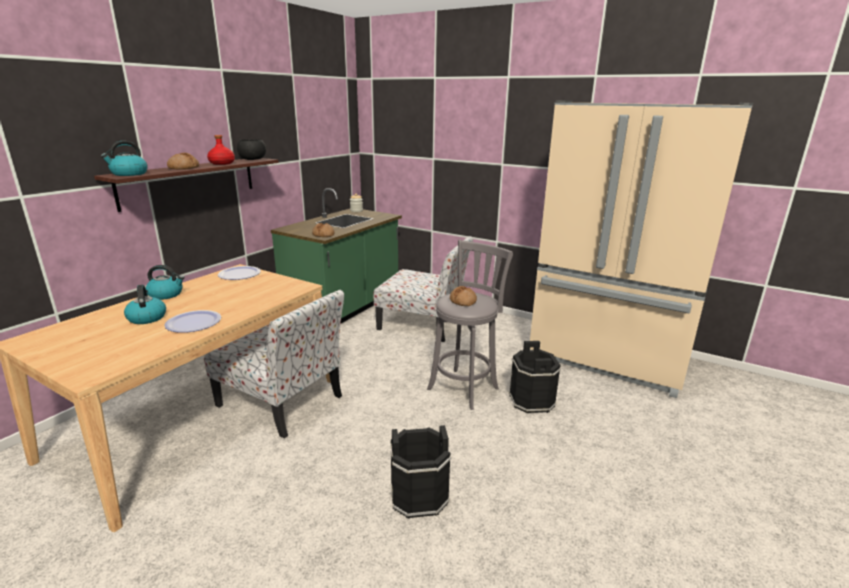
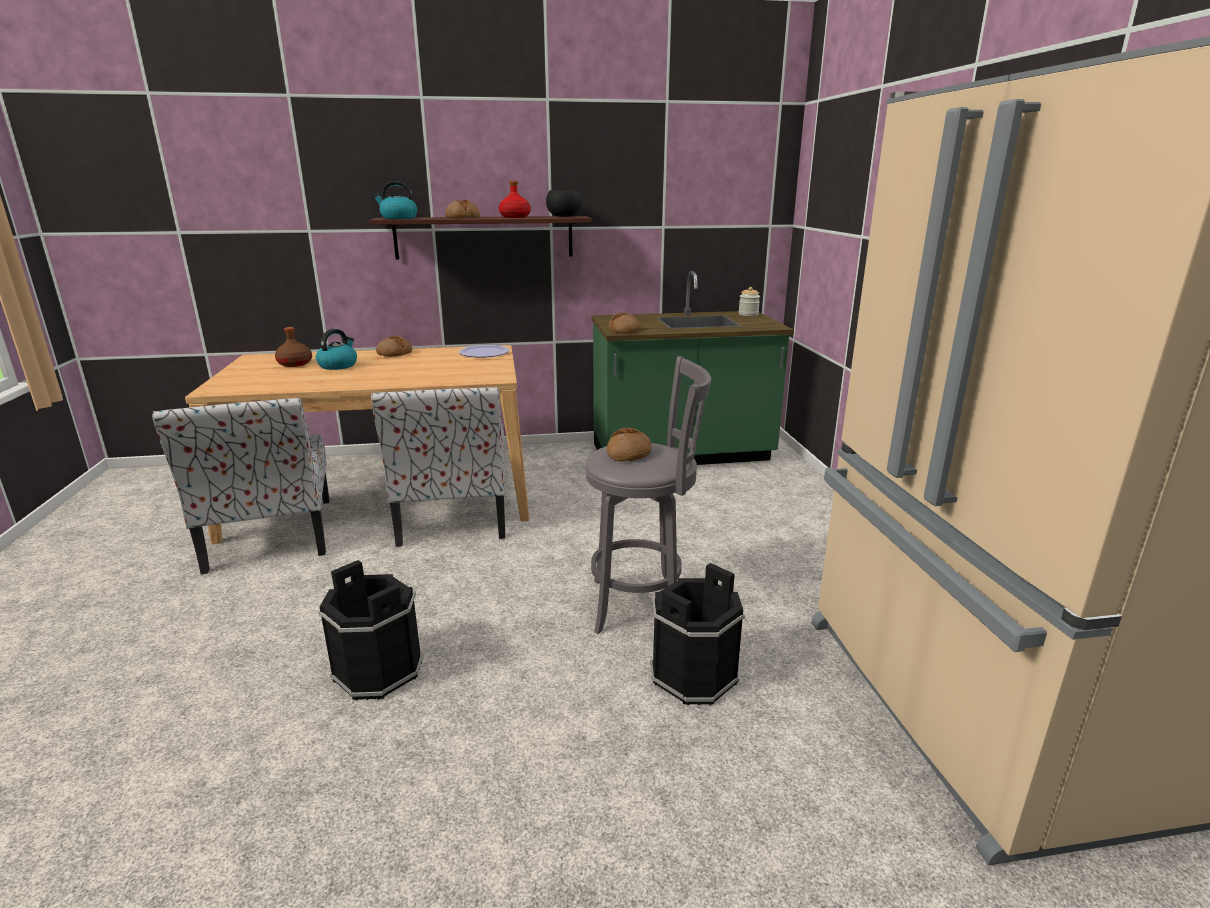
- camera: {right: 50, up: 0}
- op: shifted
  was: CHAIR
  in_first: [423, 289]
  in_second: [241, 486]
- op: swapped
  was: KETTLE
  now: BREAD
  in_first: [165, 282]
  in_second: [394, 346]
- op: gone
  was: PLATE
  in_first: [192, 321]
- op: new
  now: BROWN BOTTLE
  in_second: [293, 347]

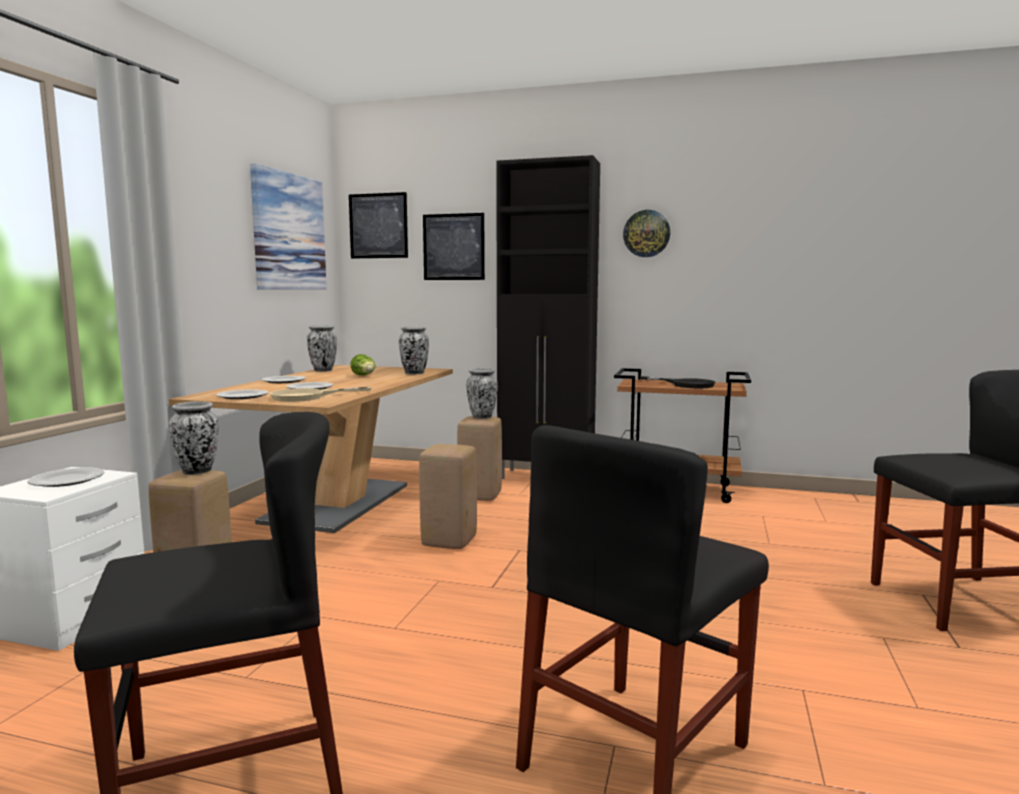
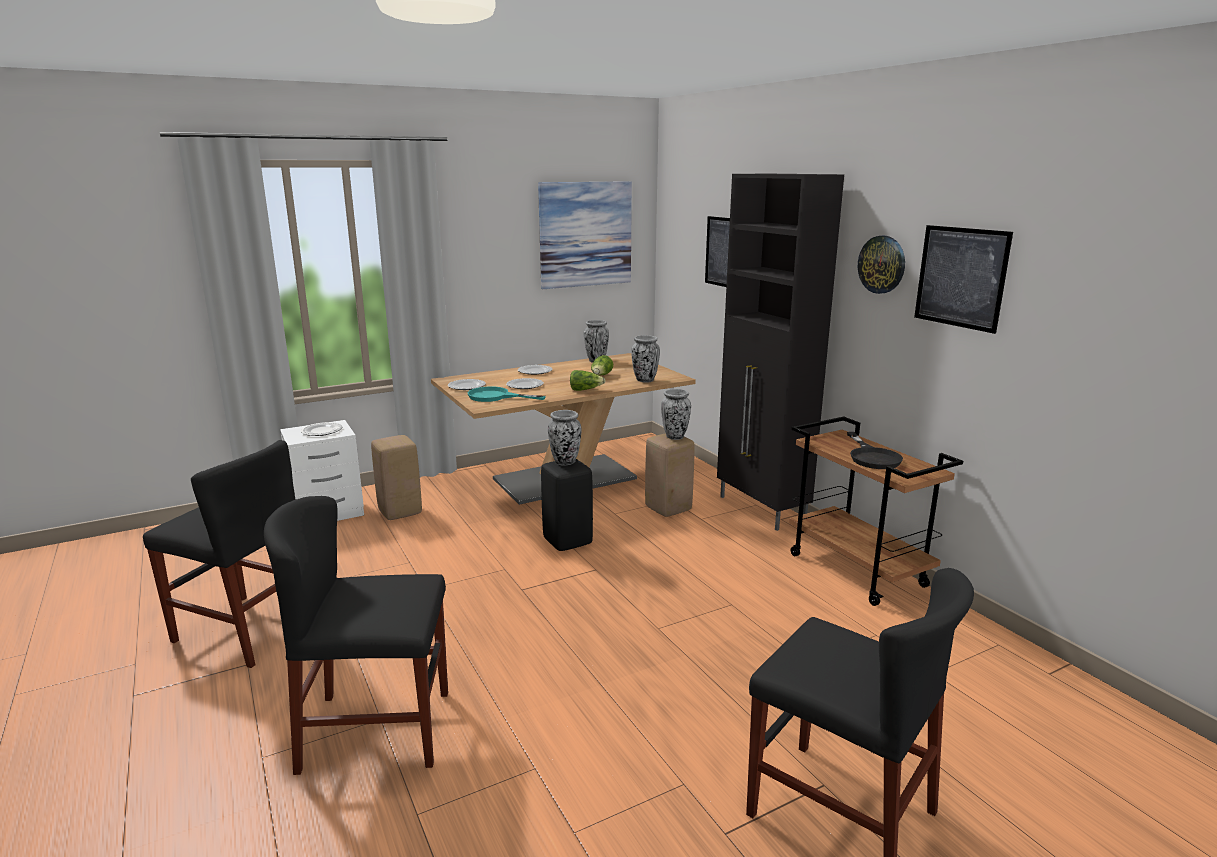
- camera: {right: 45, up: 10}
- op: shifted
  was: PICTURE
  in_first: [378, 225]
  in_second: [963, 279]
- op: repainted
  was: BEIGE FRYING PAN
  now: TURQUOISE FRYING PAN
  in_first: [320, 394]
  in_second: [506, 394]
- op: shifted
  was: VASE
  in_first: [193, 438]
  in_second: [564, 437]
- op: repainted
  was: BEIGE STOOL
  now: BLACK STOOL
  in_first: [448, 496]
  in_second: [567, 505]
- op: new
  now: LETTUCE
  in_second: [588, 380]

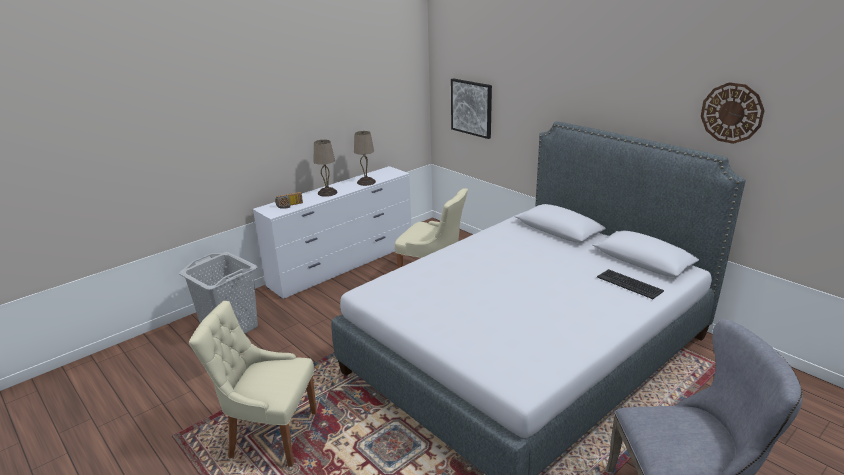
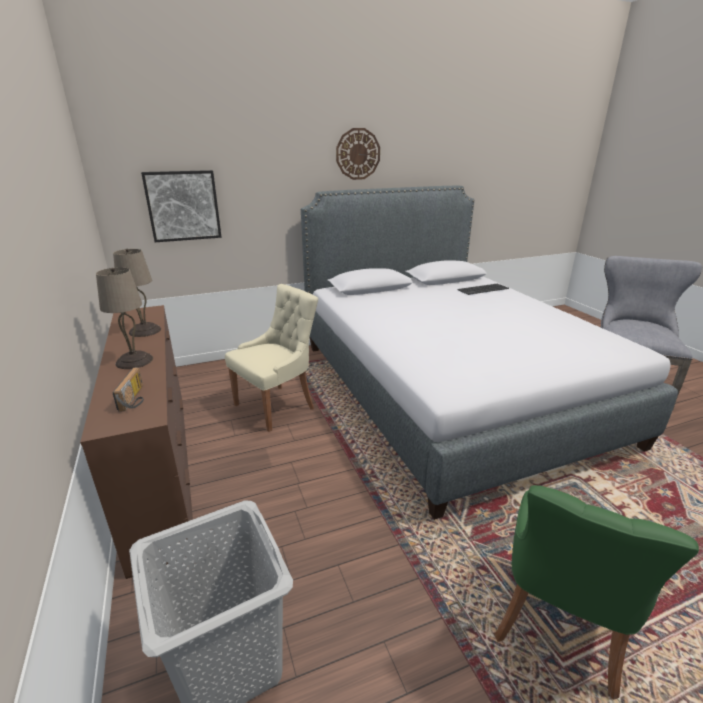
- camera: {right: -70, up: 0}
- op: shifted
  was: WALL CLOCK
  in_first: [733, 113]
  in_second: [358, 154]
- op: repainted
  was: WHITE DRESSER
  now: BROWN DRESSER
  in_first: [332, 232]
  in_second: [136, 442]
- op: repainted
  was: BEIGE CHAIR
  now: GREEN CHAIR
  in_first: [253, 384]
  in_second: [596, 592]

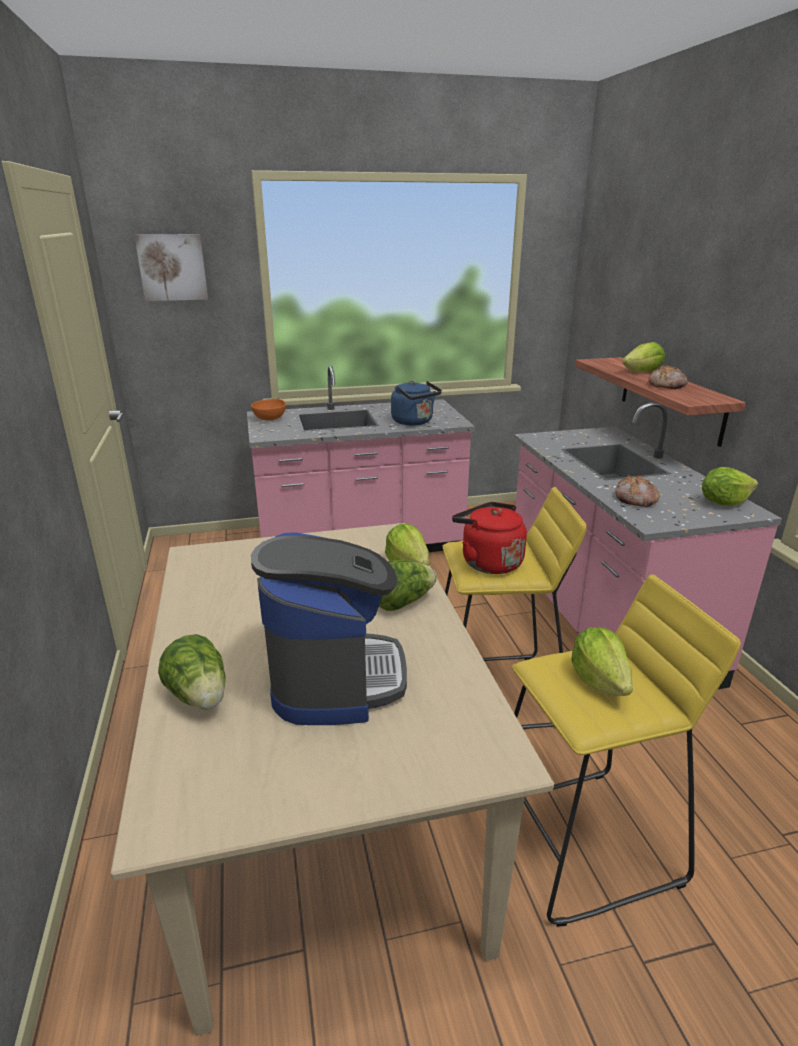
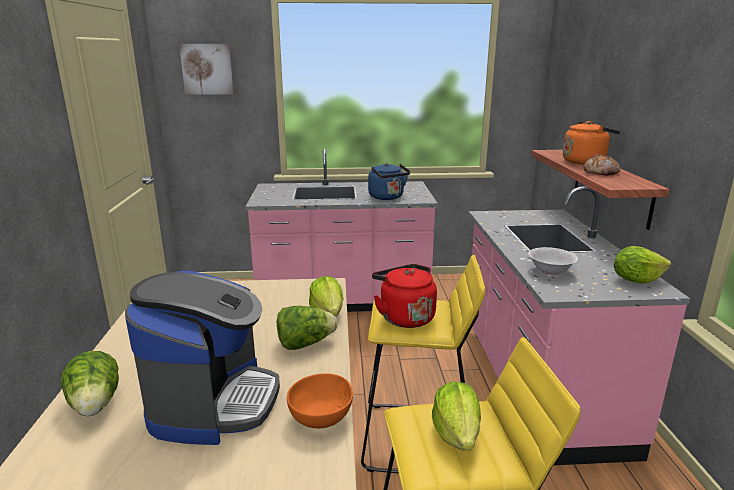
- camera: {right: 10, up: -5}
- op: swapped
  was: LETTUCE
  now: ORANGE KETTLE
  in_first: [643, 357]
  in_second: [591, 143]
- op: shifted
  was: ORANGE BOWL
  in_first: [268, 410]
  in_second: [320, 400]
- op: swapped
  was: BREAD
  now: WHITE BOWL
  in_first: [637, 491]
  in_second: [553, 261]

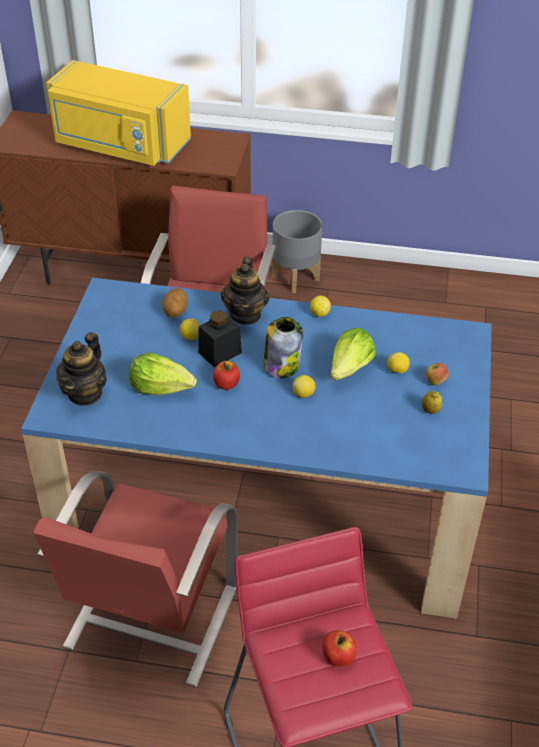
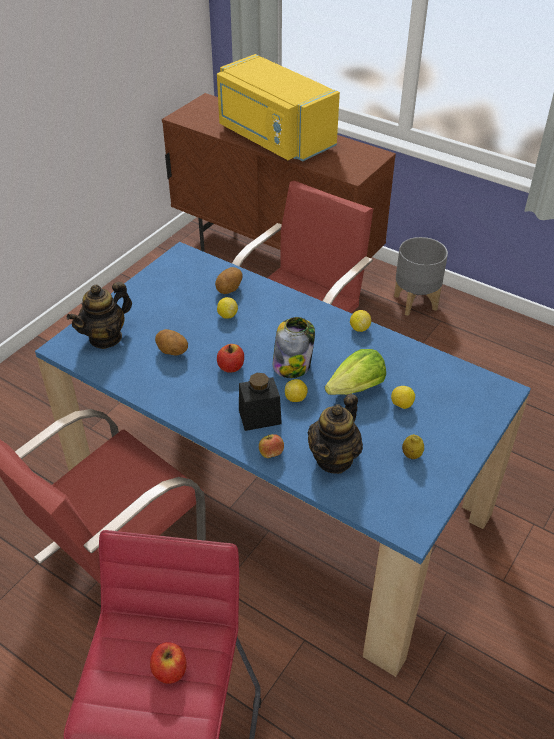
- camera: {right: 25, up: 0}
- op: shifted
  was: TEAPOT
  in_first: [245, 290]
  in_second: [335, 434]
- op: shifted
  was: BLACK JAR
  in_first: [220, 339]
  in_second: [260, 402]
- op: swapped
  was: LETTUCE
  now: POTATO
  in_first: [163, 373]
  in_second: [171, 342]
- op: shifted
  was: APPLE
  in_first: [437, 374]
  in_second: [271, 446]

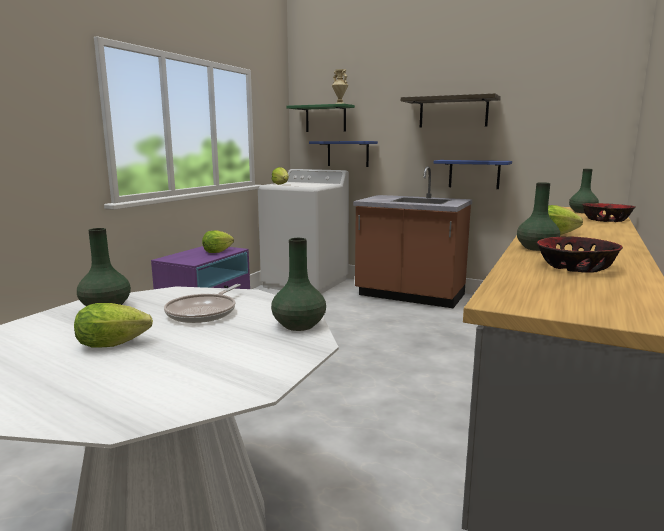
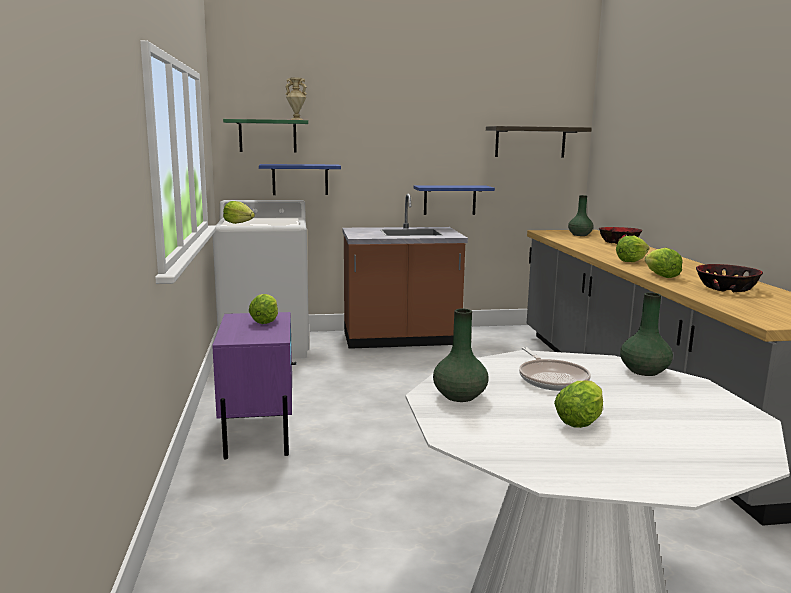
- camera: {right: -35, up: 0}
- op: shifted
  was: SHELF
  in_first: [451, 110]
  in_second: [539, 141]
- op: swapped
  was: GREEN VASE
  now: LETTUCE
  in_first: [538, 216]
  in_second: [664, 263]

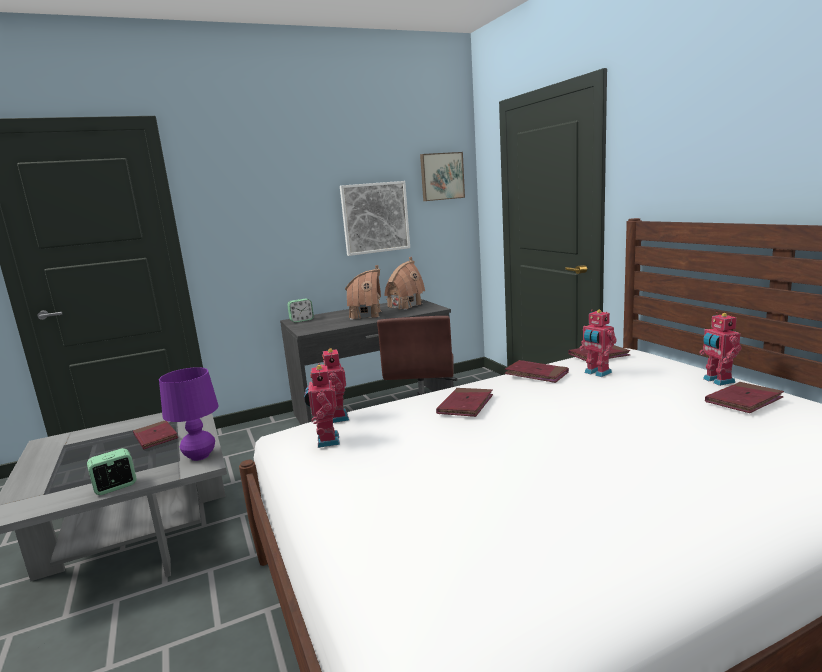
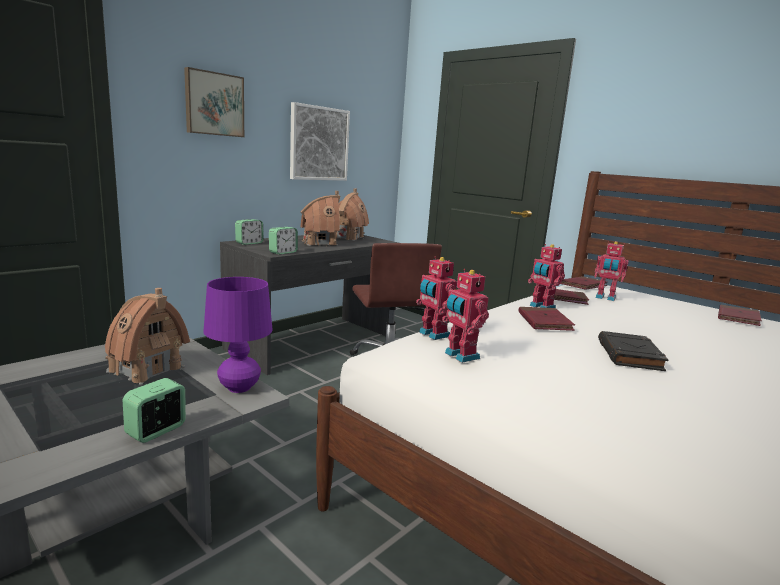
- camera: {right: -25, up: 0}
- op: shifted
  was: PICTURE
  in_first: [442, 176]
  in_second: [214, 102]
- op: shifted
  was: TOY ROBOT
  in_first: [721, 349]
  in_second: [546, 276]
- op: swapped
  was: RED BOOK
  now: TOY HOUSE
  in_first: [155, 434]
  in_second: [147, 336]
- op: new
  now: ALARM CLOCK
  in_second: [283, 241]
- op: new
  now: BLACK BOOK
  in_second: [633, 351]

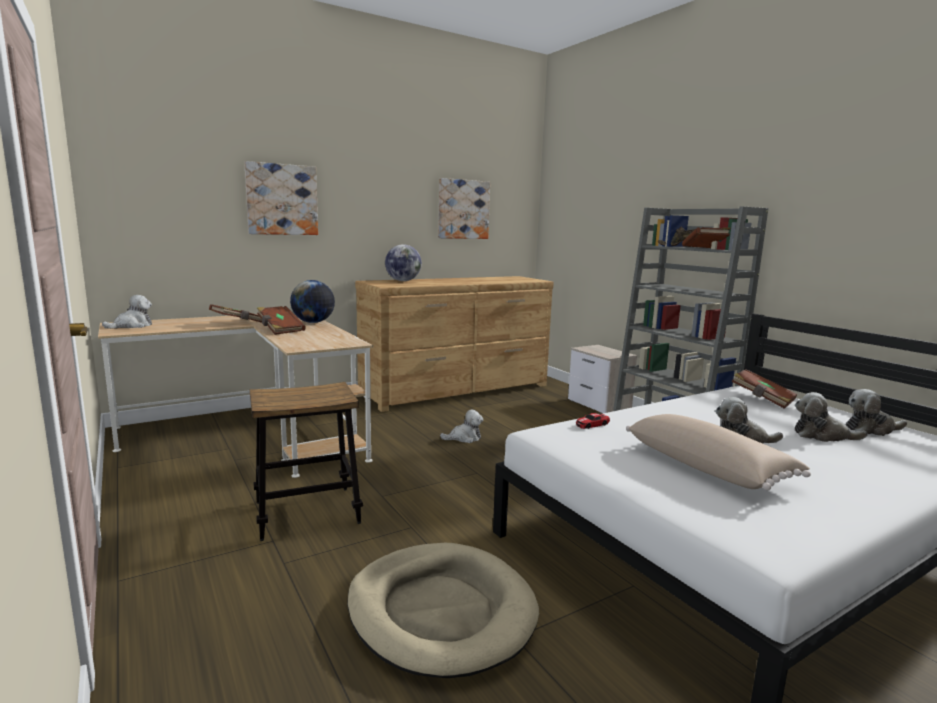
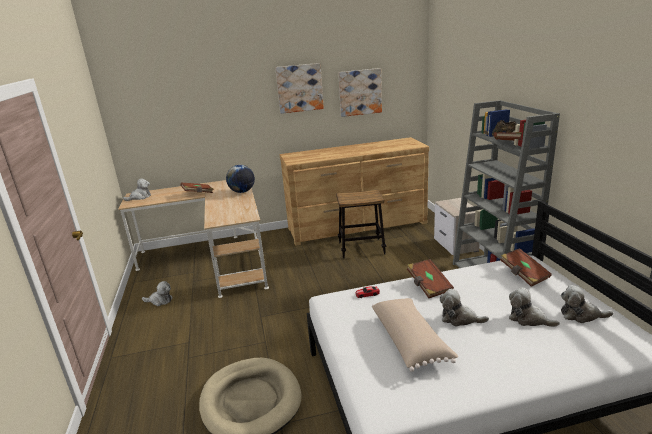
- camera: {right: 20, up: 10}
- op: shifted
  was: PICTURE
  in_first: [281, 198]
  in_second: [299, 88]
- op: gone
  was: GLOBE
  in_first: [403, 262]
- op: shifted
  was: BROWN BOOK
  in_first: [281, 320]
  in_second: [430, 278]
- op: shifted
  was: STOOL
  in_first: [306, 461]
  in_second: [361, 224]
- op: shifted
  was: PLUSH TOY
  in_first: [461, 426]
  in_second: [157, 293]

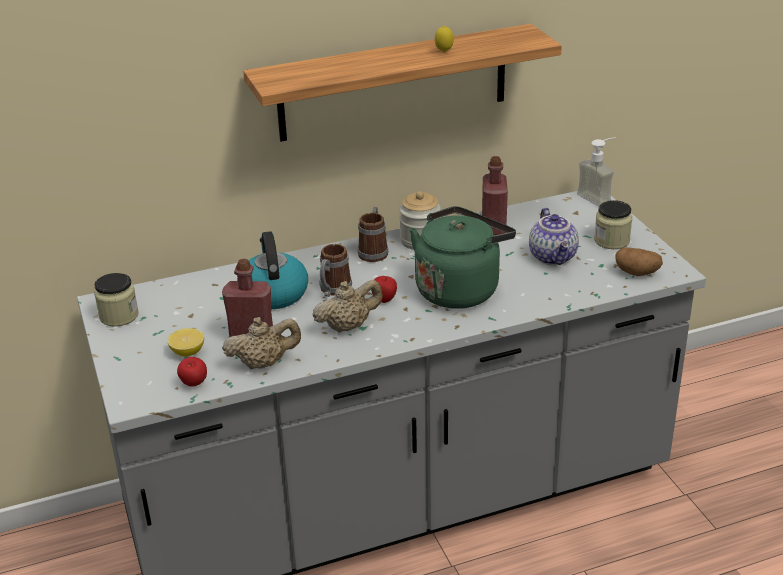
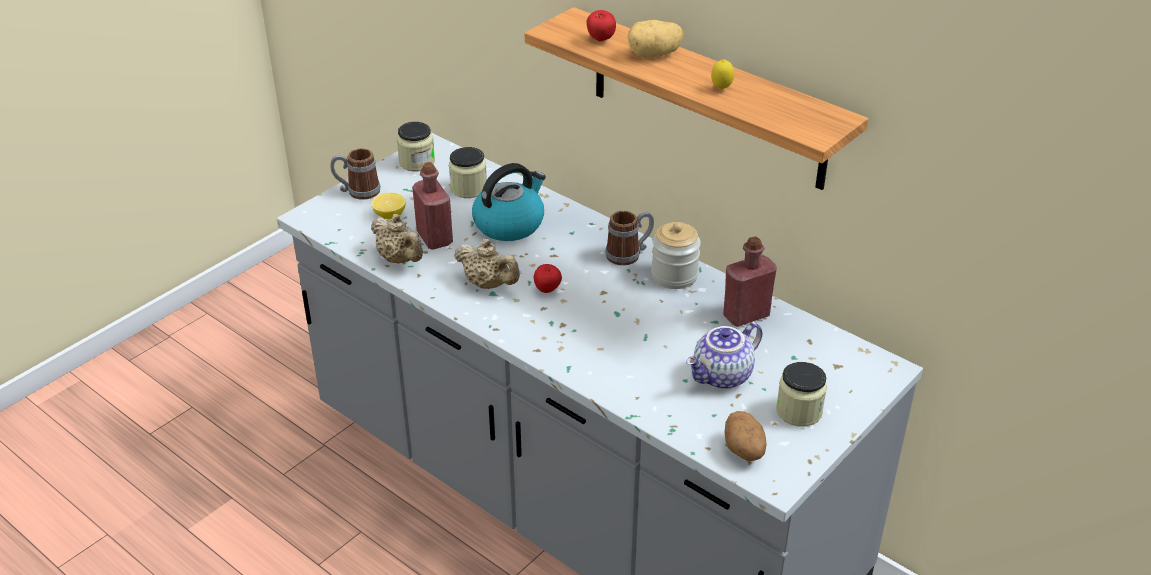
- camera: {right: 60, up: 5}
- op: gone
  was: SOAP DISPENSER
  in_first: [596, 172]
- op: gone
  was: GREEN KETTLE
  in_first: [462, 257]
- op: shifted
  was: MUG
  in_first: [336, 270]
  in_second: [355, 174]
- op: shifted
  was: APPLE
  in_first: [192, 371]
  in_second: [601, 25]
- op: new
  now: POTATO
  in_second: [656, 39]
- op: new
  now: JAR
  in_second: [468, 172]

